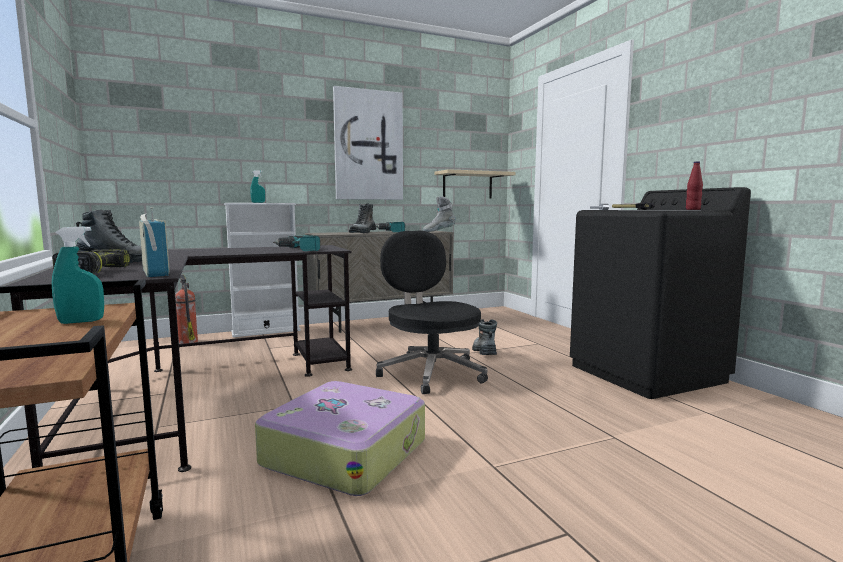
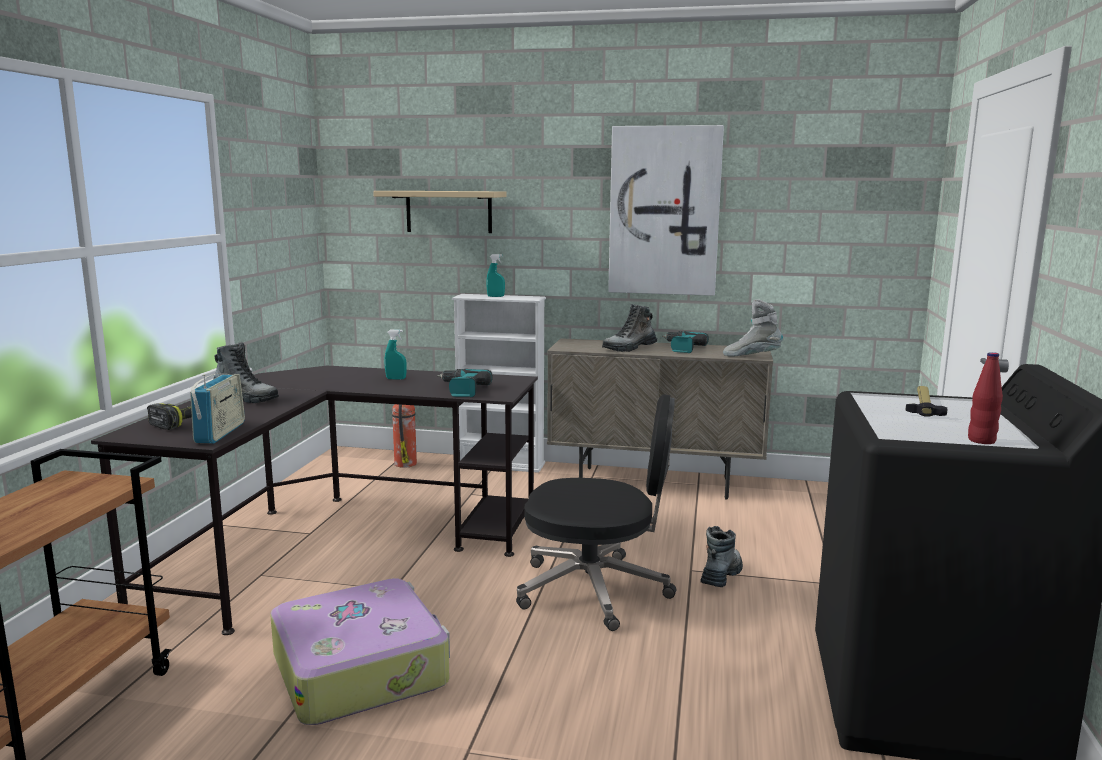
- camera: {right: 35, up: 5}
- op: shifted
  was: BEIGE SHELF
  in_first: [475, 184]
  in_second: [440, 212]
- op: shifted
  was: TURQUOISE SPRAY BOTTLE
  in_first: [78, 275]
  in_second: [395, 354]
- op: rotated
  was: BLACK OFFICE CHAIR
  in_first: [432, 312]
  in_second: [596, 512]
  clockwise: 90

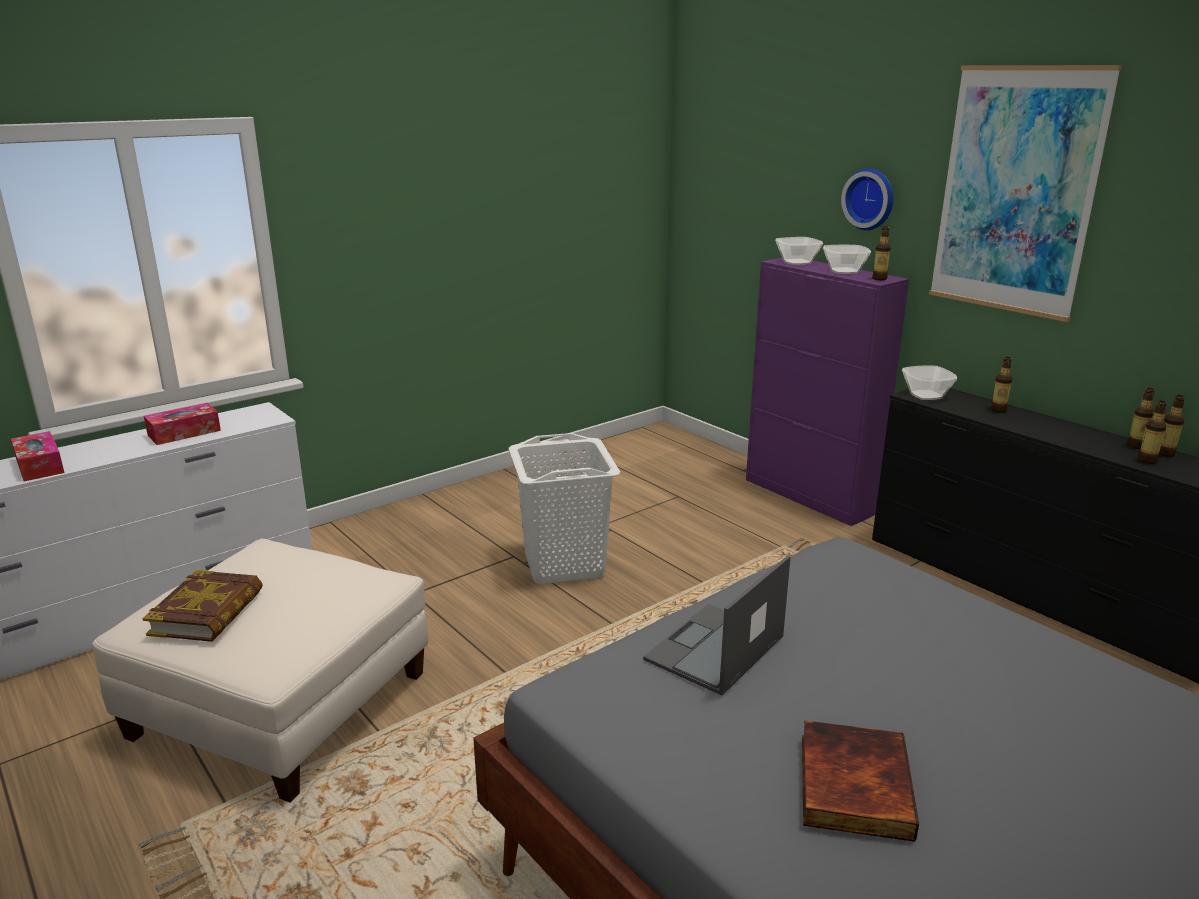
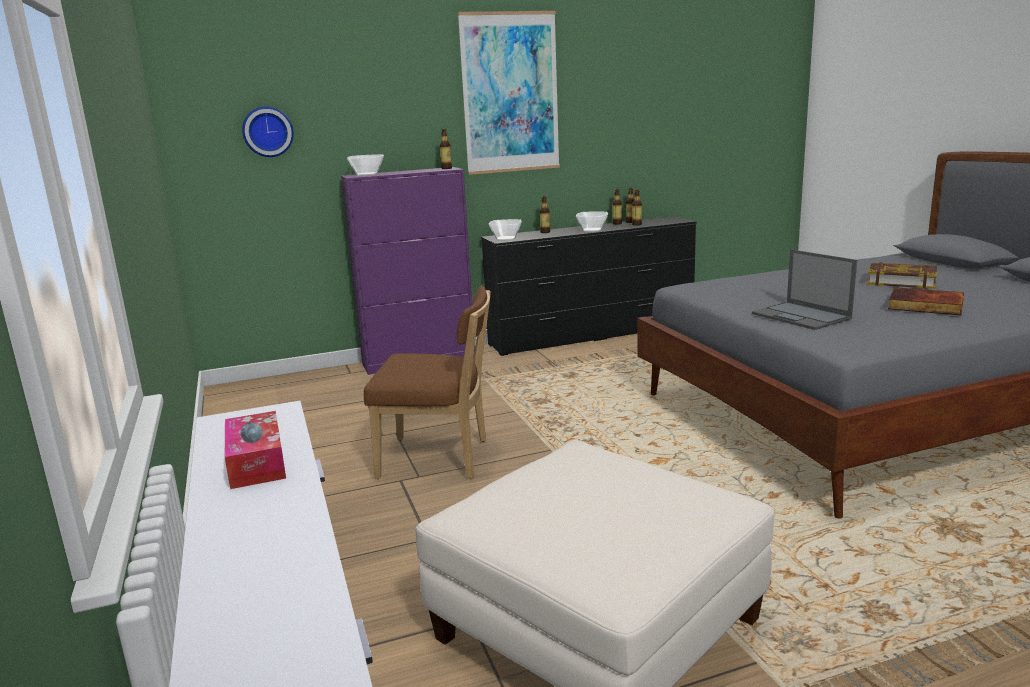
- camera: {right: -70, up: -5}
- op: shifted
  was: WALL CLOCK
  in_first: [867, 199]
  in_second: [268, 131]
- op: shifted
  was: BOWL
  in_first: [847, 259]
  in_second: [592, 222]
- op: gone
  was: TISSUE BOX
  in_first: [38, 456]
- op: swapped
  was: WHITE LAUNDRY BASKET
  now: BROWN CHAIR
  in_first: [564, 508]
  in_second: [427, 382]
- op: shifted
  was: BOOK
  in_first: [202, 606]
  in_second: [902, 275]

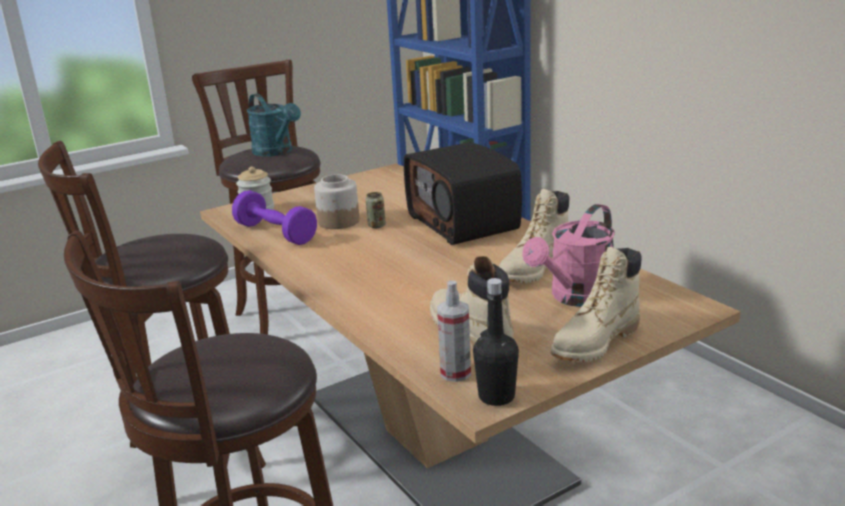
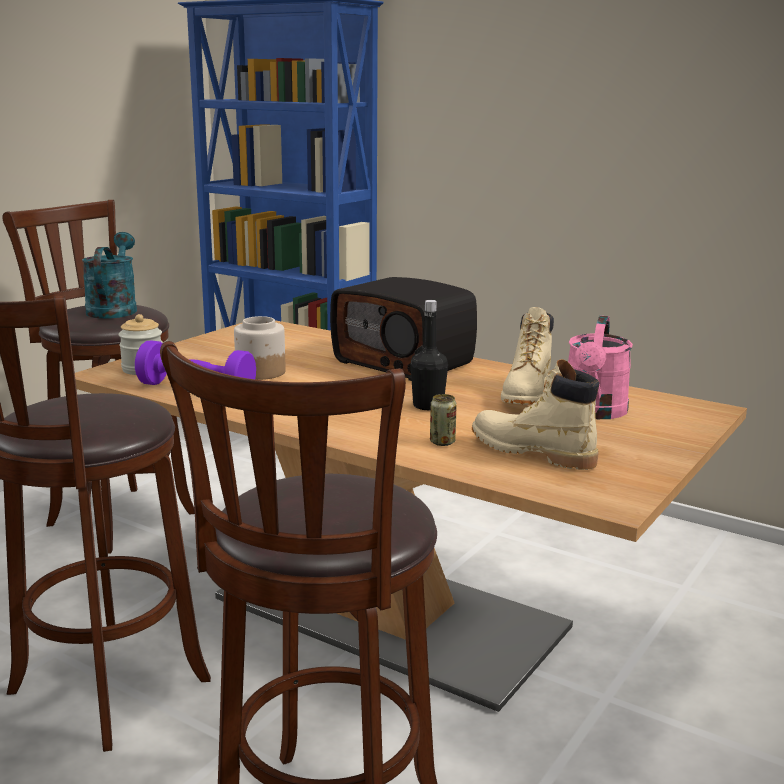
- camera: {right: -25, up: -5}
- op: rotated
  was: TURQUOISE WATERING CAN
  in_first: [274, 124]
  in_second: [109, 275]
  clockwise: -120
- op: shifted
  was: CAN
  in_first: [376, 210]
  in_second: [443, 420]
- op: gone
  was: BEIGE BOOT
  in_first: [596, 304]
- op: shifted
  was: BLACK BOTTLE
  in_first: [496, 342]
  in_second: [429, 355]
- op: gone
  was: SPRAY BOTTLE
  in_first: [454, 331]

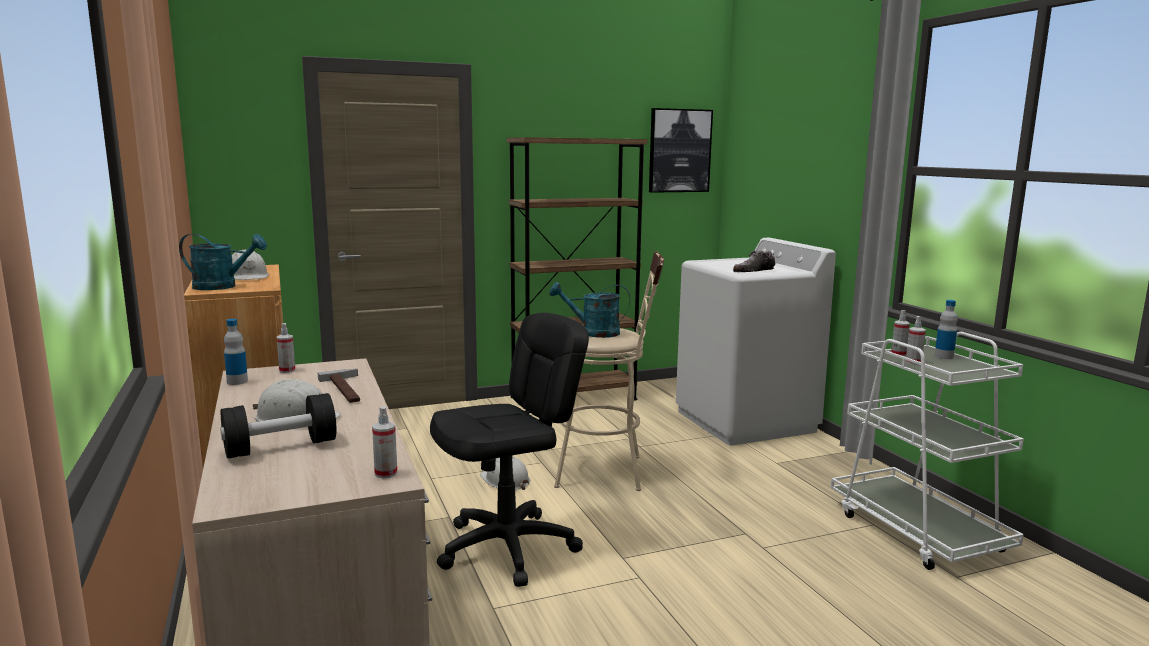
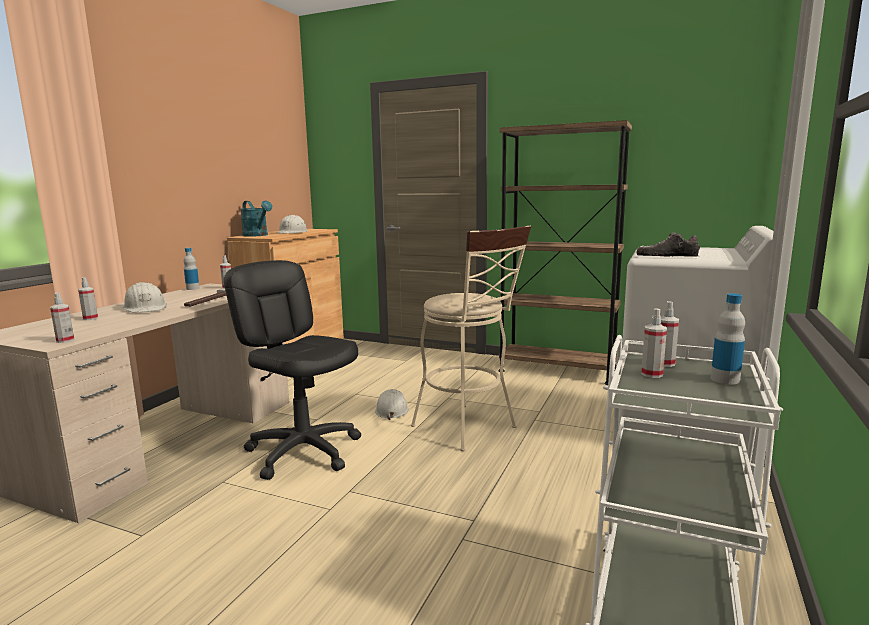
- camera: {right: 45, up: 0}
- op: gone
  was: PICTURE
  in_first: [681, 150]
- op: gone
  was: TURQUOISE WATERING CAN
  in_first: [589, 310]
- op: rotated
  was: BLACK OFFICE CHAIR
  in_first: [509, 450]
  in_second: [292, 370]
  clockwise: -150
- op: swapped
  was: BLACK DUMBBELL
  now: SPRAY BOTTLE
  in_first: [278, 426]
  in_second: [88, 298]

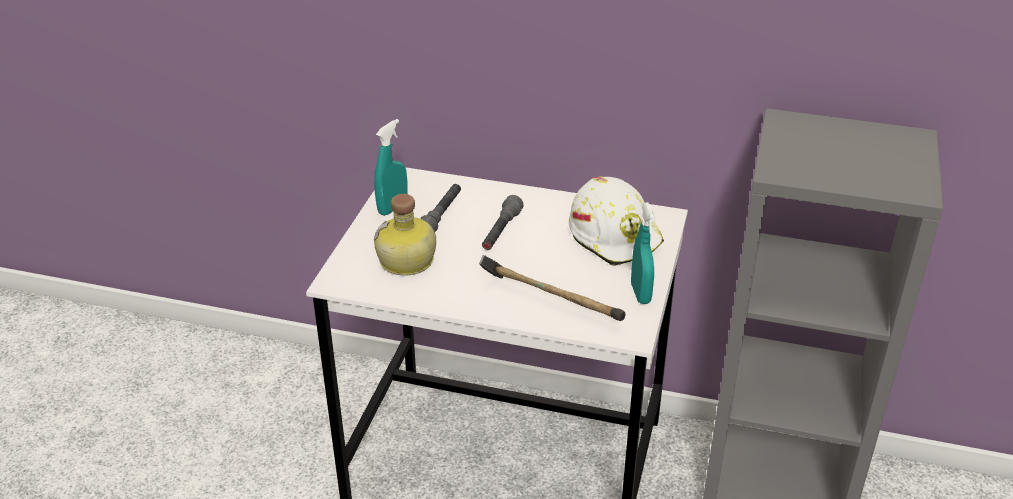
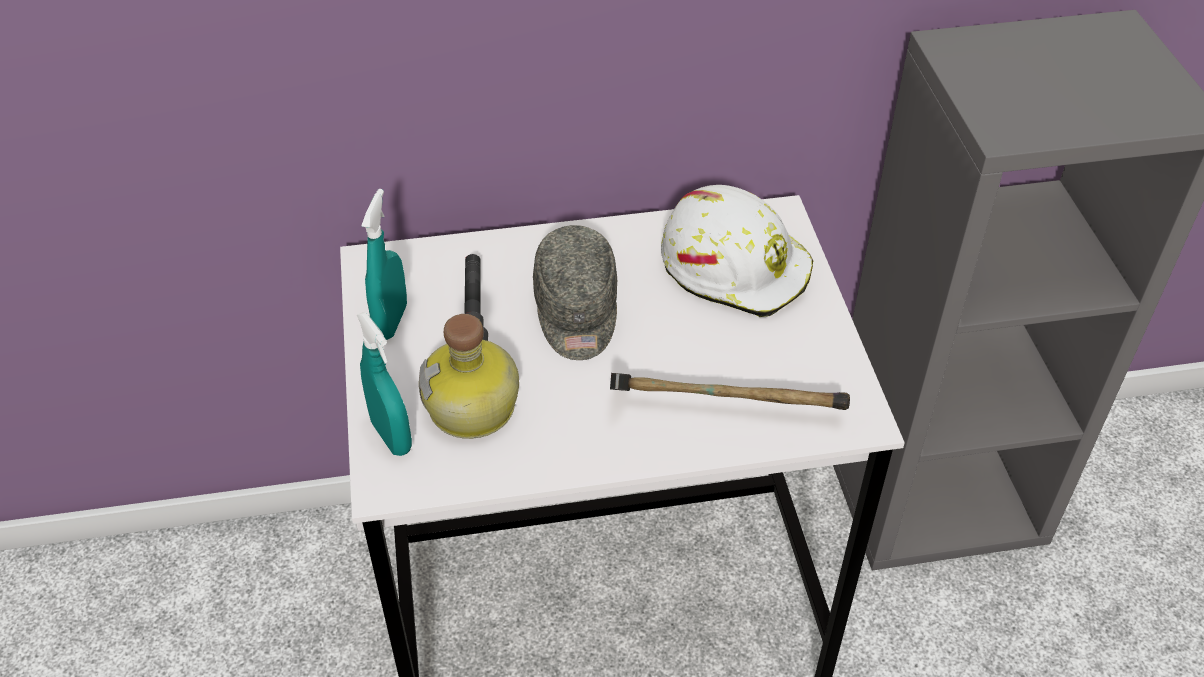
- camera: {right: -25, up: 10}
- op: swapped
  was: GREY FLASHLIGHT
  now: GREY CAP
  in_first: [503, 222]
  in_second: [575, 292]
- op: shifted
  was: TURQUOISE SPRAY BOTTLE
  in_first: [643, 253]
  in_second: [384, 384]

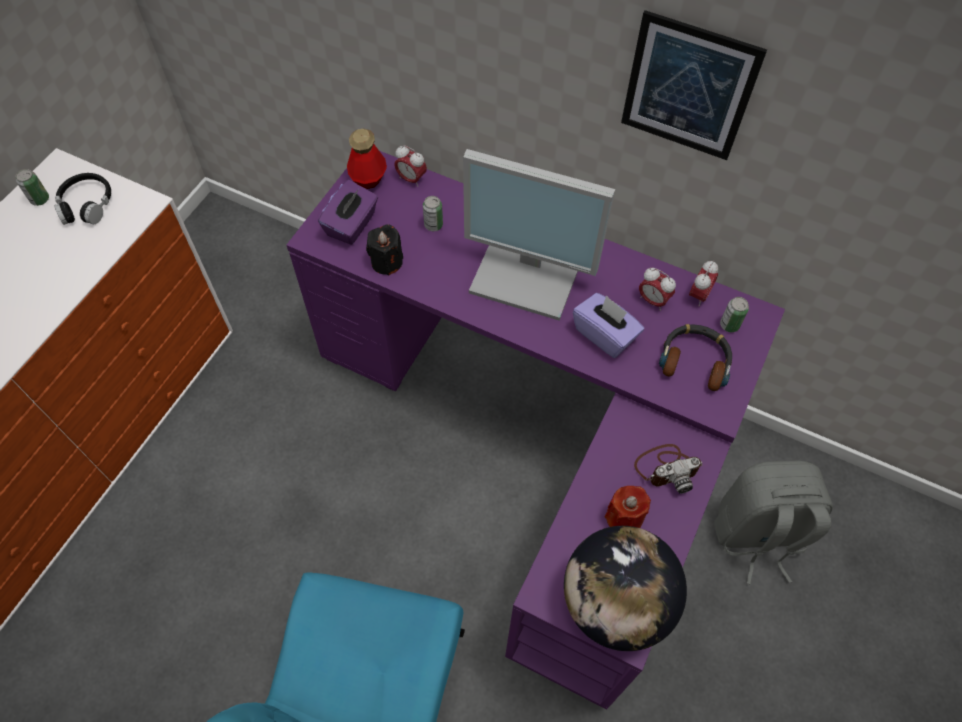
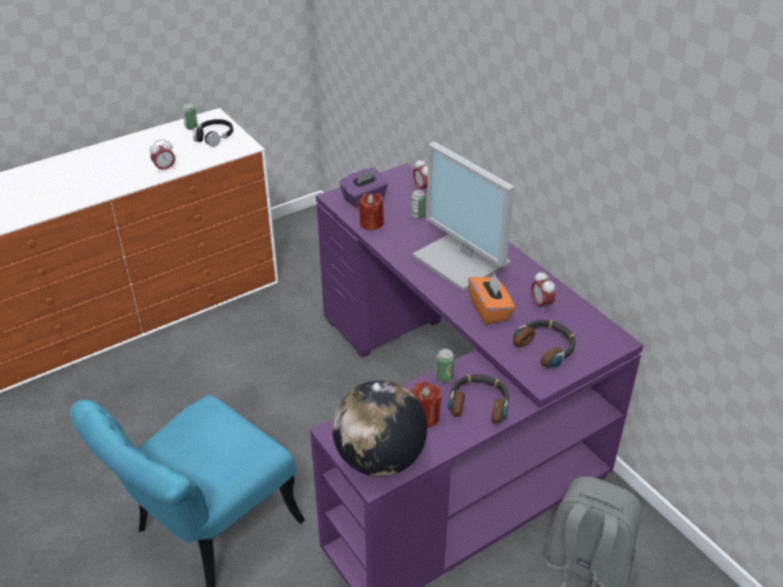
- camera: {right: 30, up: -20}
- op: gone
  was: PICTURE
  in_first: [694, 85]
- op: gone
  was: BOTTLE
  in_first: [367, 158]
- op: repainted
  was: BLACK CANDLE
  now: RED CANDLE
  in_first: [384, 250]
  in_second: [371, 212]
- op: shifted
  was: ALARM CLOCK
  in_first: [703, 284]
  in_second: [162, 156]
- op: repainted
  was: PURPLE TISSUE BOX
  now: ORANGE TISSUE BOX
  in_first: [608, 325]
  in_second: [491, 298]
- op: shifted
  was: CAN
  in_first: [734, 314]
  in_second: [445, 365]
- op: swapped
  was: PHOTO CAMERA
  now: HEADPHONES
  in_first: [668, 469]
  in_second: [478, 398]

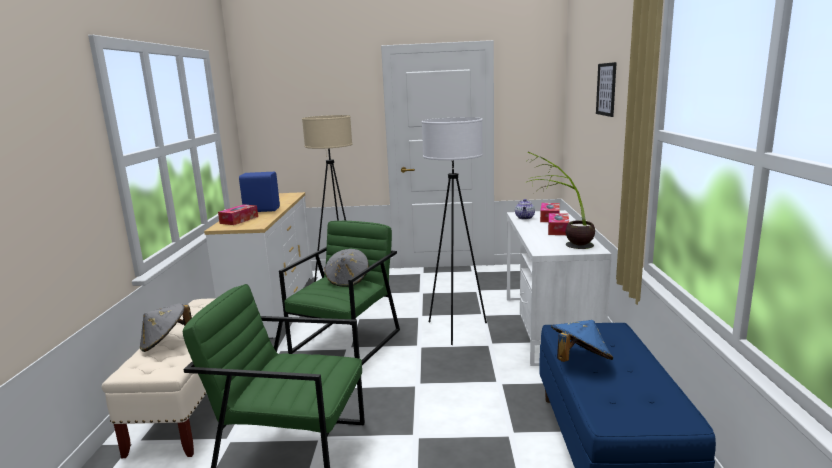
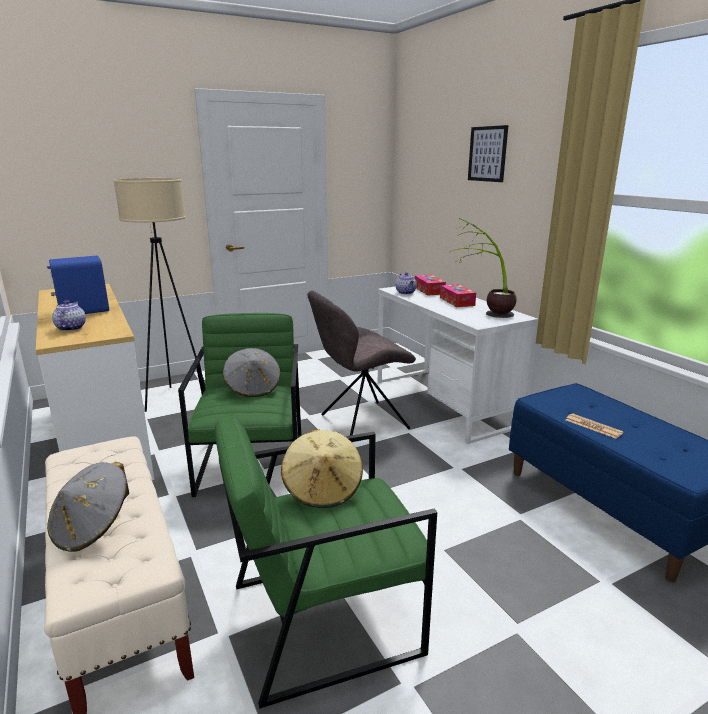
- camera: {right: -30, up: 5}
- op: swapped
  was: WHITE FLOOR LAMP
  now: GREY CHAIR
  in_first: [454, 231]
  in_second: [361, 363]
- op: swapped
  was: TISSUE BOX
  now: TEAPOT
  in_first: [238, 214]
  in_second: [69, 315]
- op: swapped
  was: BLUE HAT
  now: NEWSPAPER
  in_first: [582, 341]
  in_second: [594, 426]
- op: new
  now: BEIGE HAT
  in_second: [322, 469]

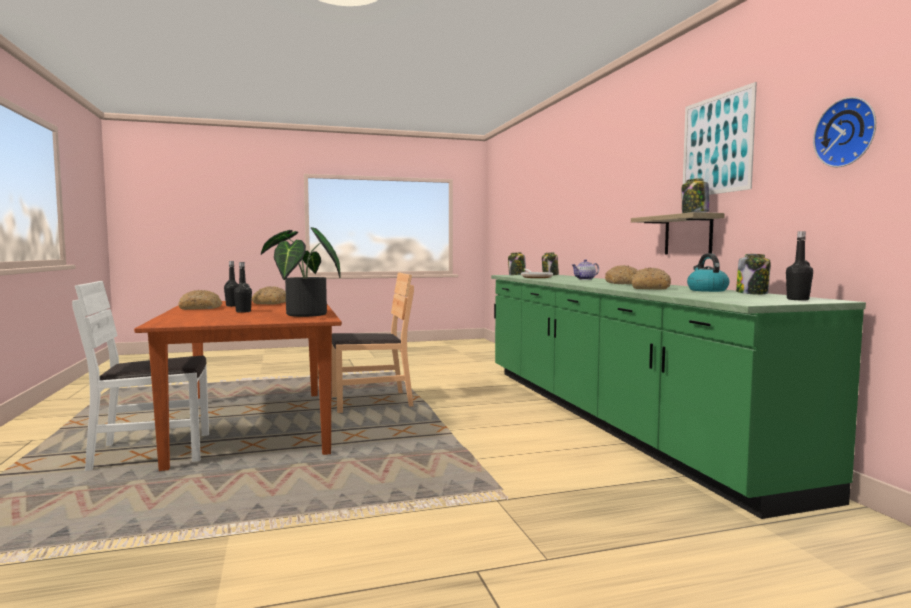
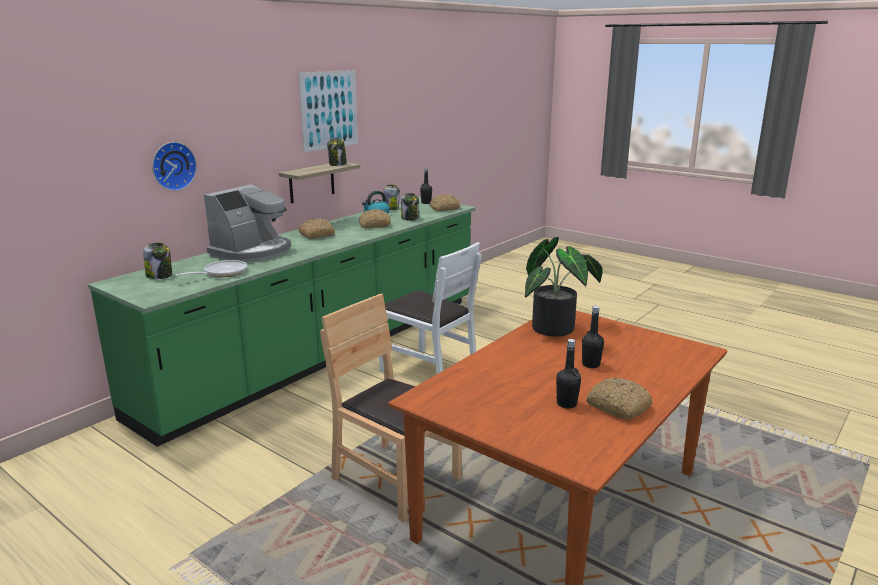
- camera: {right: -125, up: 15}
- op: shifted
  was: WALL CLOCK
  in_first: [844, 132]
  in_second: [174, 166]
- op: shifted
  was: JAR
  in_first: [517, 263]
  in_second: [410, 207]
- op: swapped
  was: TEAPOT
  now: COFFEE MACHINE
  in_first: [585, 269]
  in_second: [247, 223]
- op: shifted
  was: WHITE CHAIR
  in_first: [140, 376]
  in_second: [430, 308]
- op: shifted
  was: BREAD
  in_first: [269, 295]
  in_second: [444, 202]

